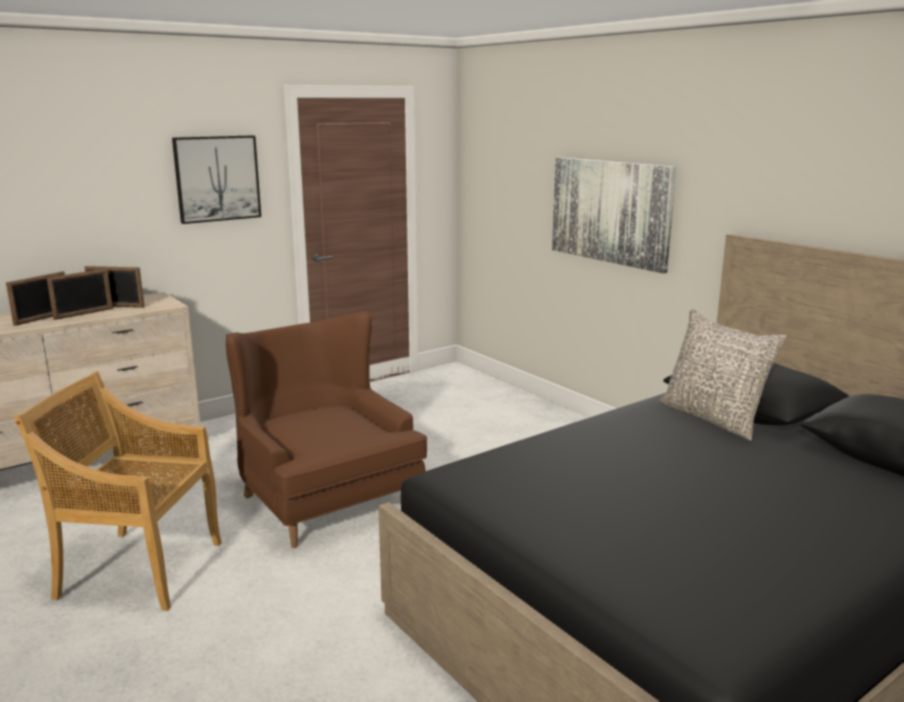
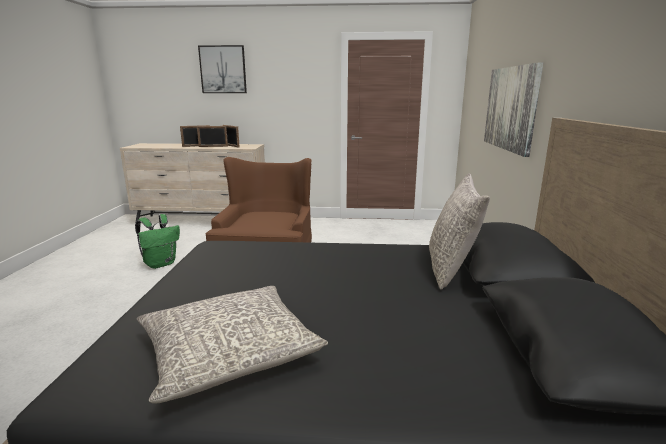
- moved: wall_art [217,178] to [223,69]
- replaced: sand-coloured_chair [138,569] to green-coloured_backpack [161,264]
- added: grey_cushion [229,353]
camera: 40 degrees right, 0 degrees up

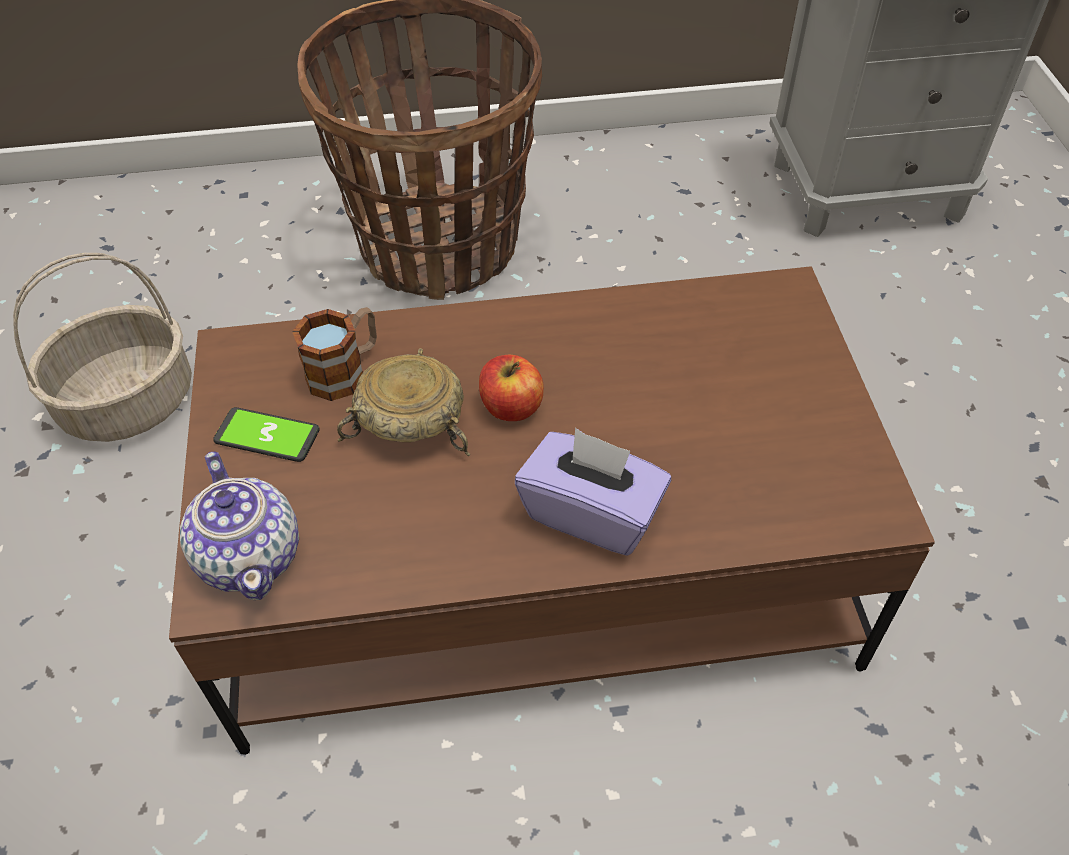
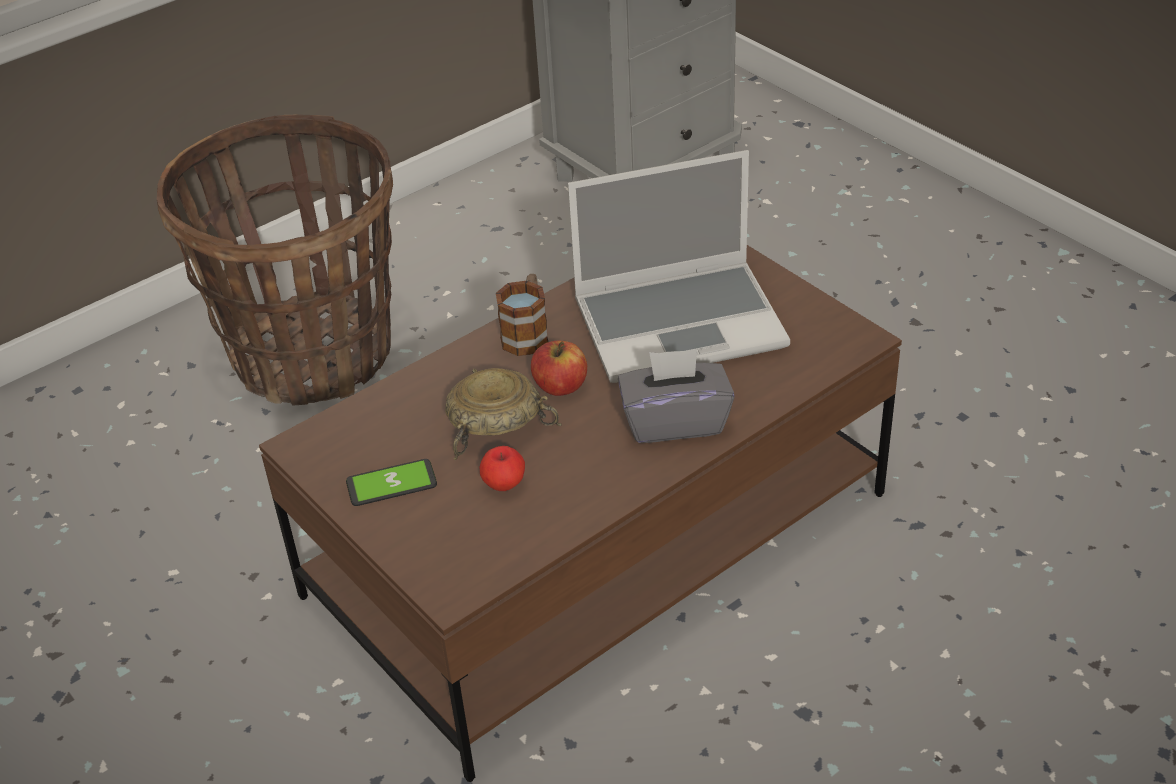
- removed: household_basket [129,401]
- moved: mug [345,370] to [527,333]
- recoloured: purplish_box_of_tissues [592,513] to grey_box_of_tissues [675,421]
- removed: tea_pot [251,555]
- added: portable_computer [681,322]
- added: apple [504,484]
camera: 30 degrees left, 10 degrees down

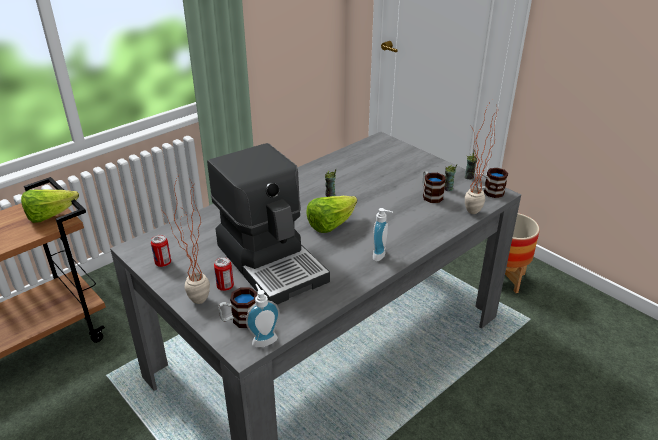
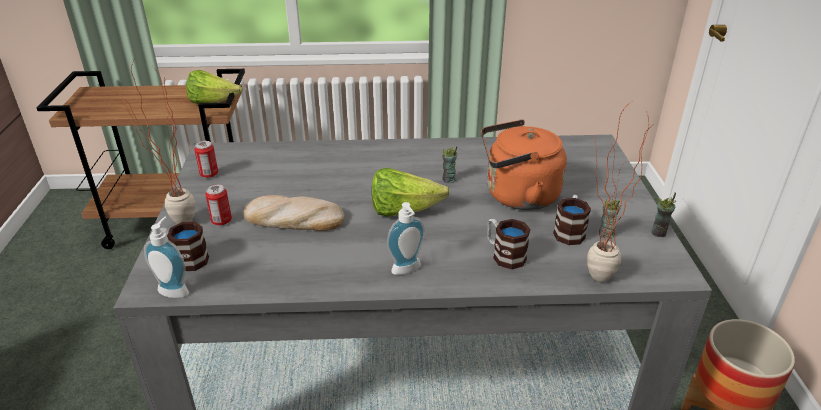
- replaced: coffee_maker [272,262] to baked_bread [293,219]
- moved: mug [489,192] to [504,255]
- added: orangey_kettle [517,196]
camera: 40 degrees right, 0 degrees up

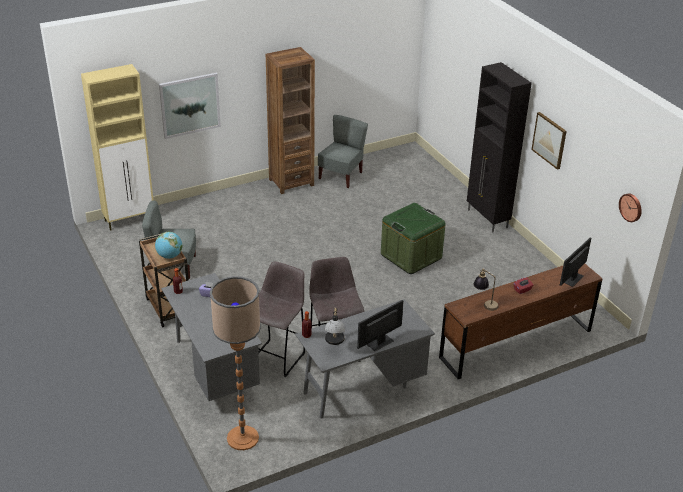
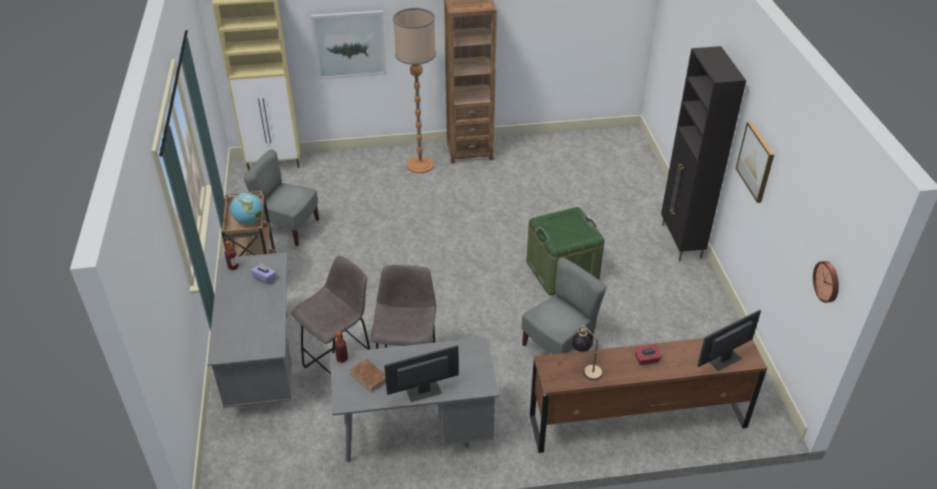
- moved: grey_chair [341,176] to [558,347]
- moved: floor_lamp [242,438] to [420,165]
- replaced: lamp_for_a_table [334,342] to brown-coloured_book [369,377]
camera: 20 degrees right, 5 degrees up

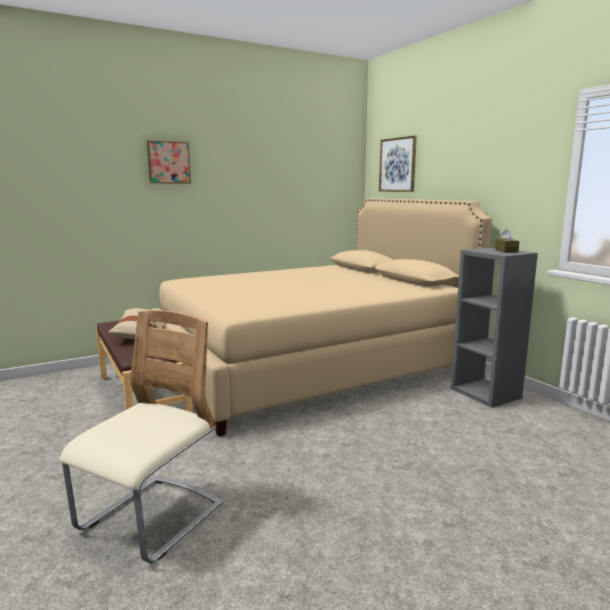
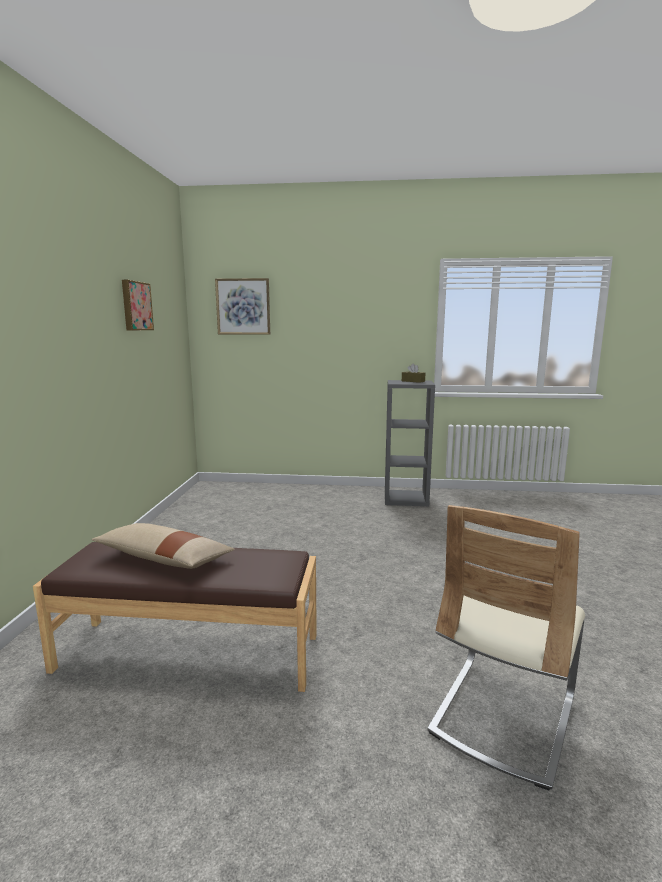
- moved: wall_art [168,162] to [136,306]
- removed: sand-coloured_bed [310,366]
- turned: sand-coloured_chair [151,519] = [502,715] 120 degrees counterclockwise
camera: 55 degrees left, 0 degrees up

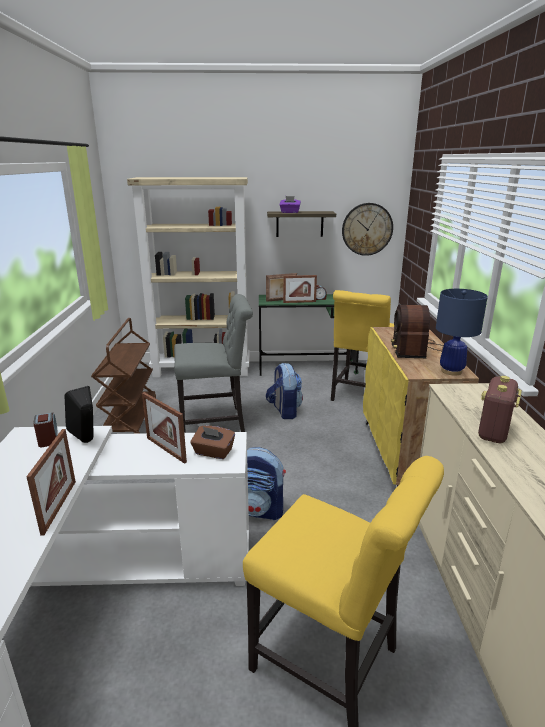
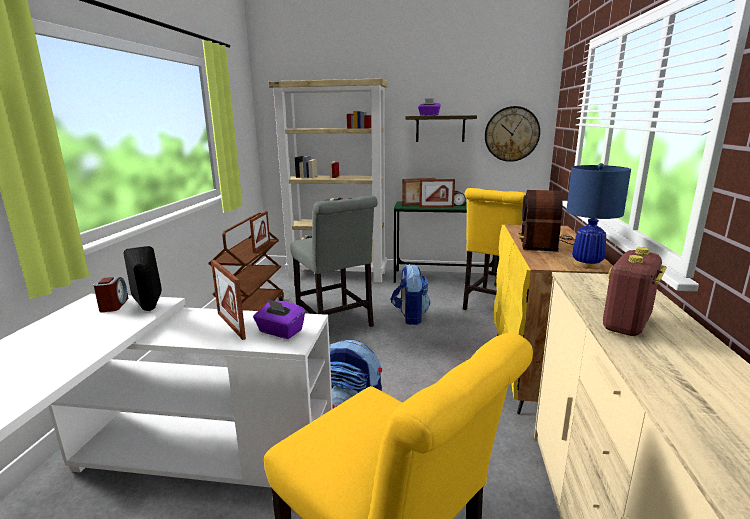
- turned: grey_chair [216,423] = [336,323] 60 degrees clockwise
- recoloured: brown-coloured_box_of_tissues [213,452] to purplish_box_of_tissues [280,331]
- moved: photo_frame [59,506] to [261,246]
camera: 10 degrees right, 5 degrees down

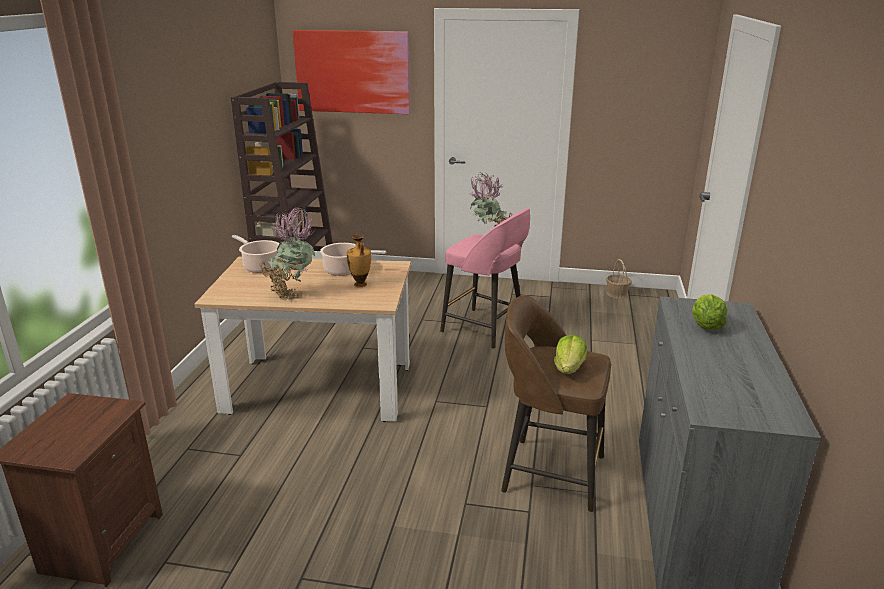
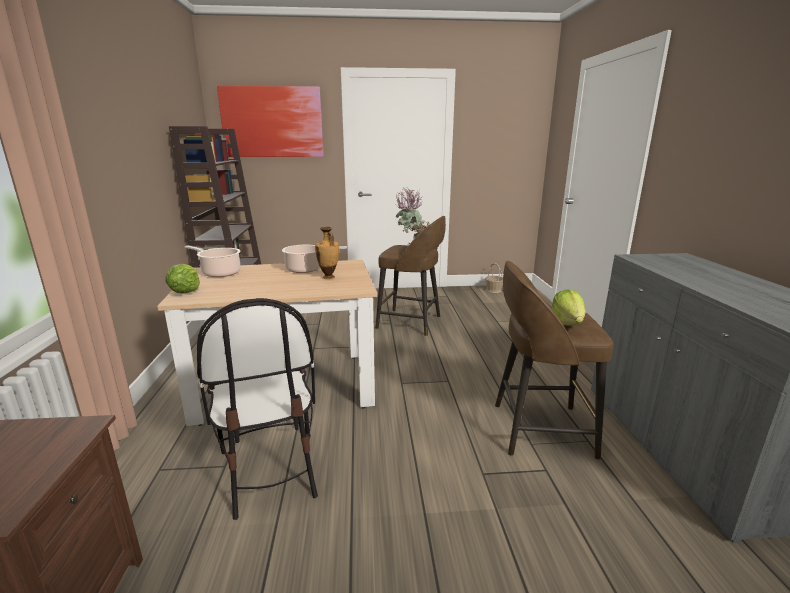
- removed: plant_in_a_pot [292,293]
- recoloured: pink_stool_seat [485,329] to brown-coloured_stool_seat [411,322]
- moved: lettuce_head [705,326] to [186,291]
- added: chair [270,470]
camera: 15 degrees left, 5 degrees down

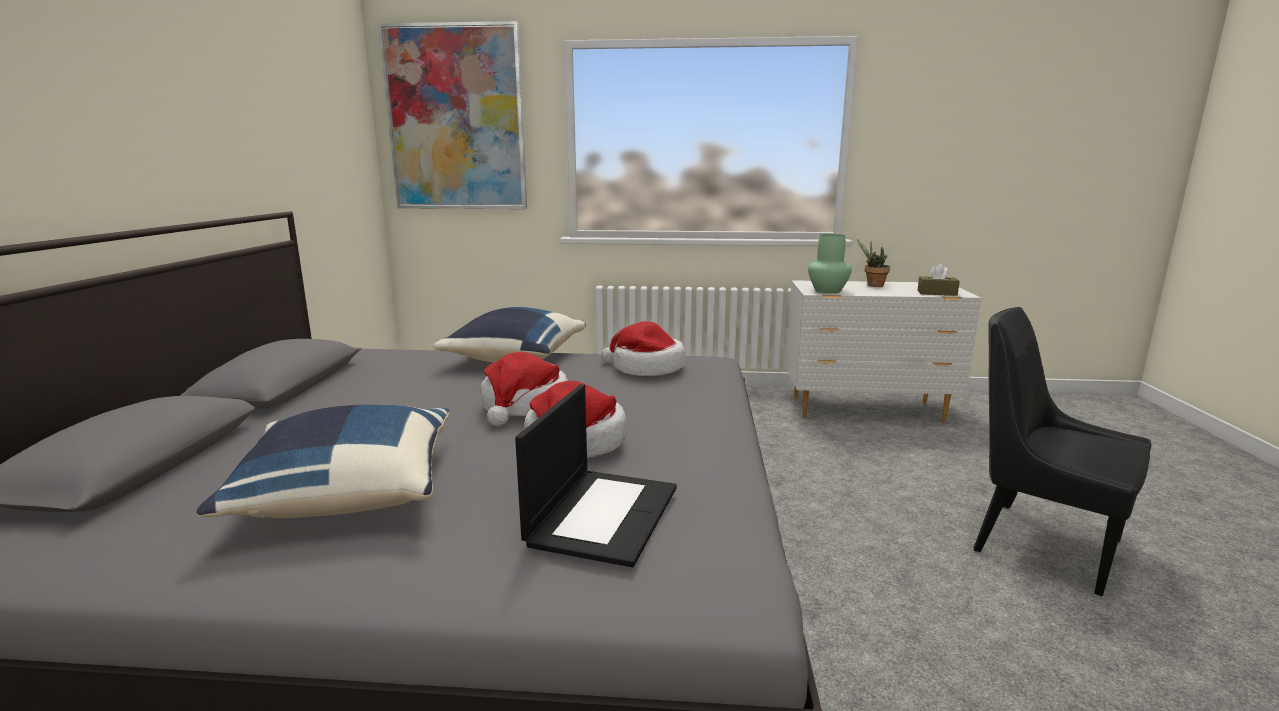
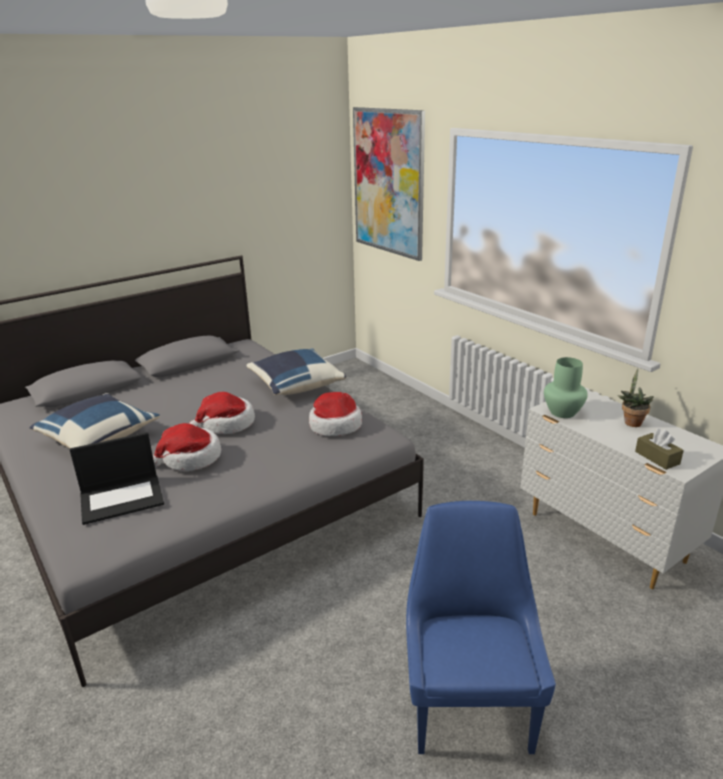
- recoloured: black_chair [1039,543] to blue_chair [469,703]
camera: 50 degrees right, 10 degrees up

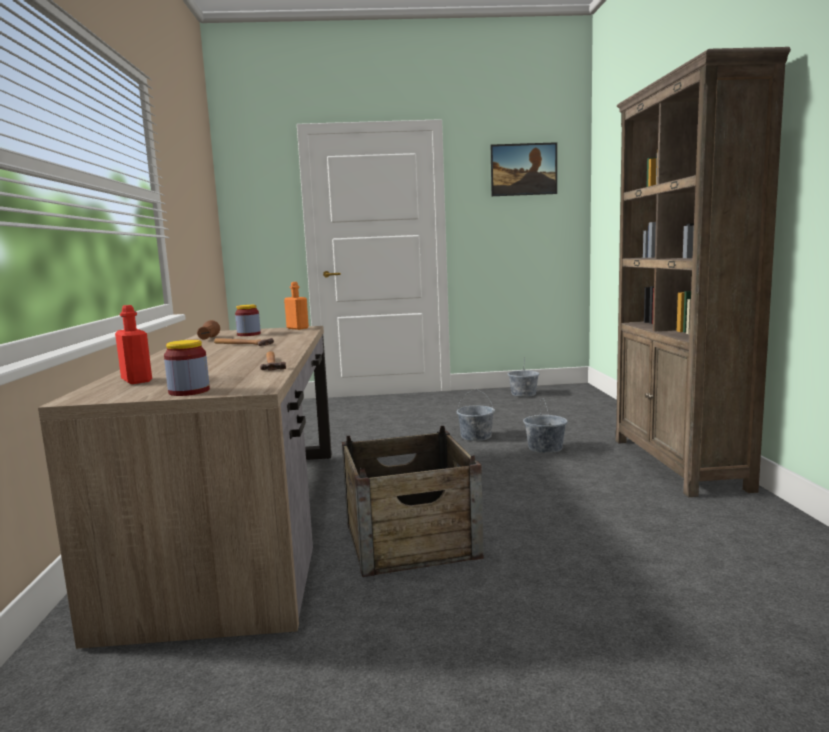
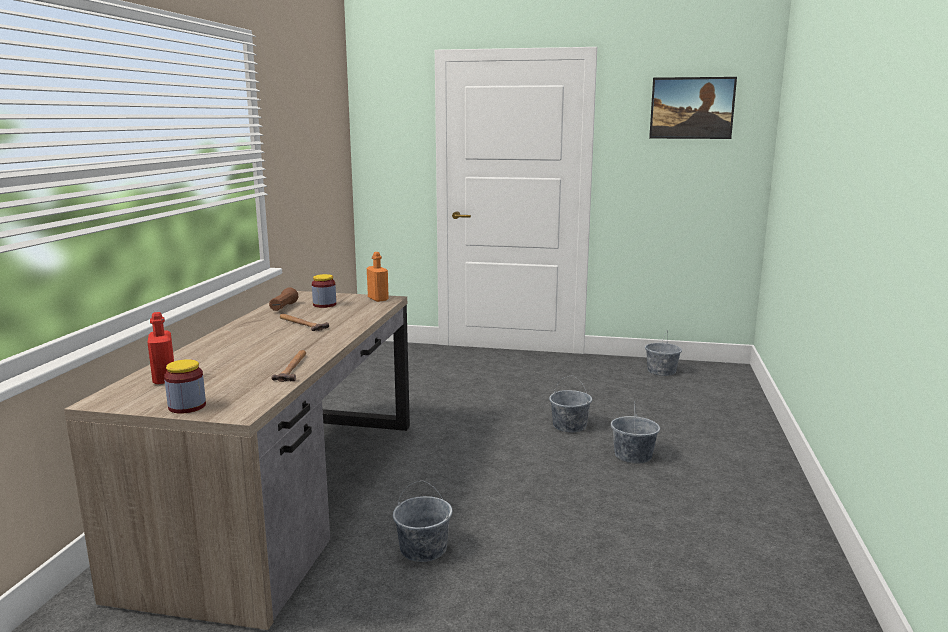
- removed: brown-coloured_bookcase [678,464]
- replaced: packing_crate [410,540] to grey_pail [423,548]
camera: 15 degrees right, 5 degrees up

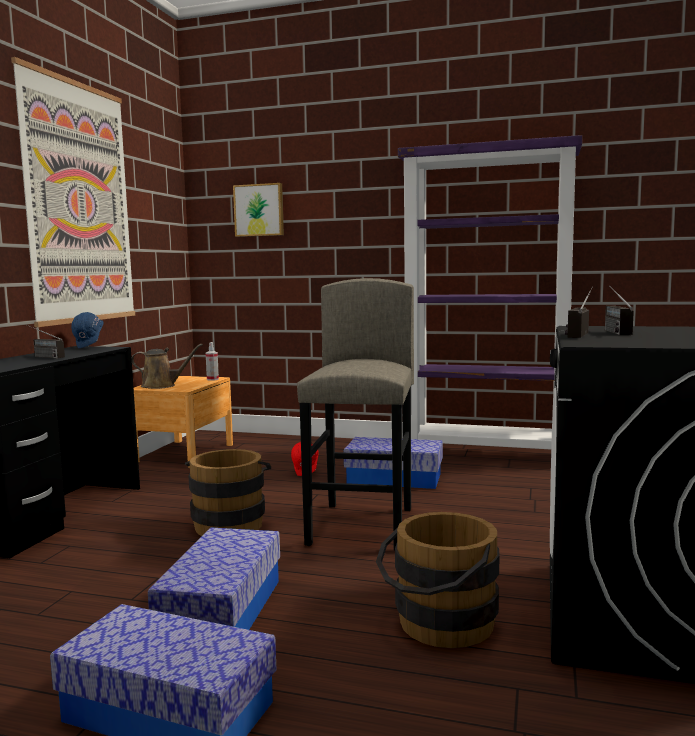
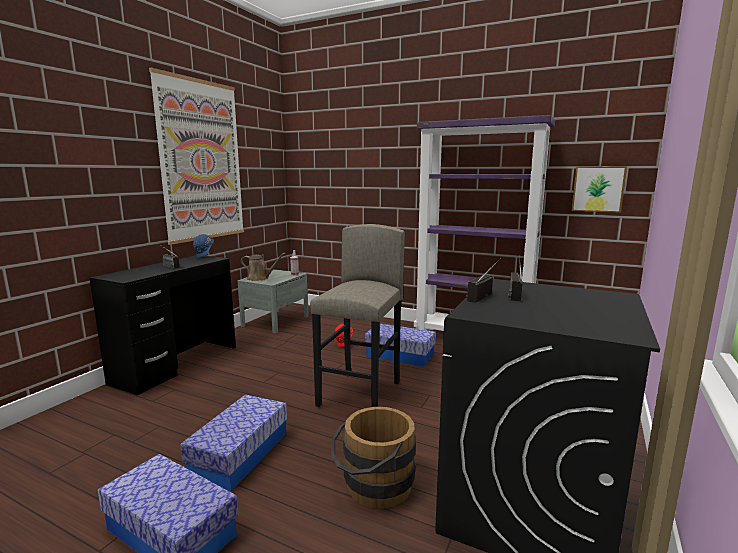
- moved: wall_art [259,210] to [598,189]
- recoloured: brown-coloured_night_table [184,453] to grey_night_table [275,321]
- removed: brown-coloured_pail [230,523]
camera: 10 degrees right, 5 degrees up

